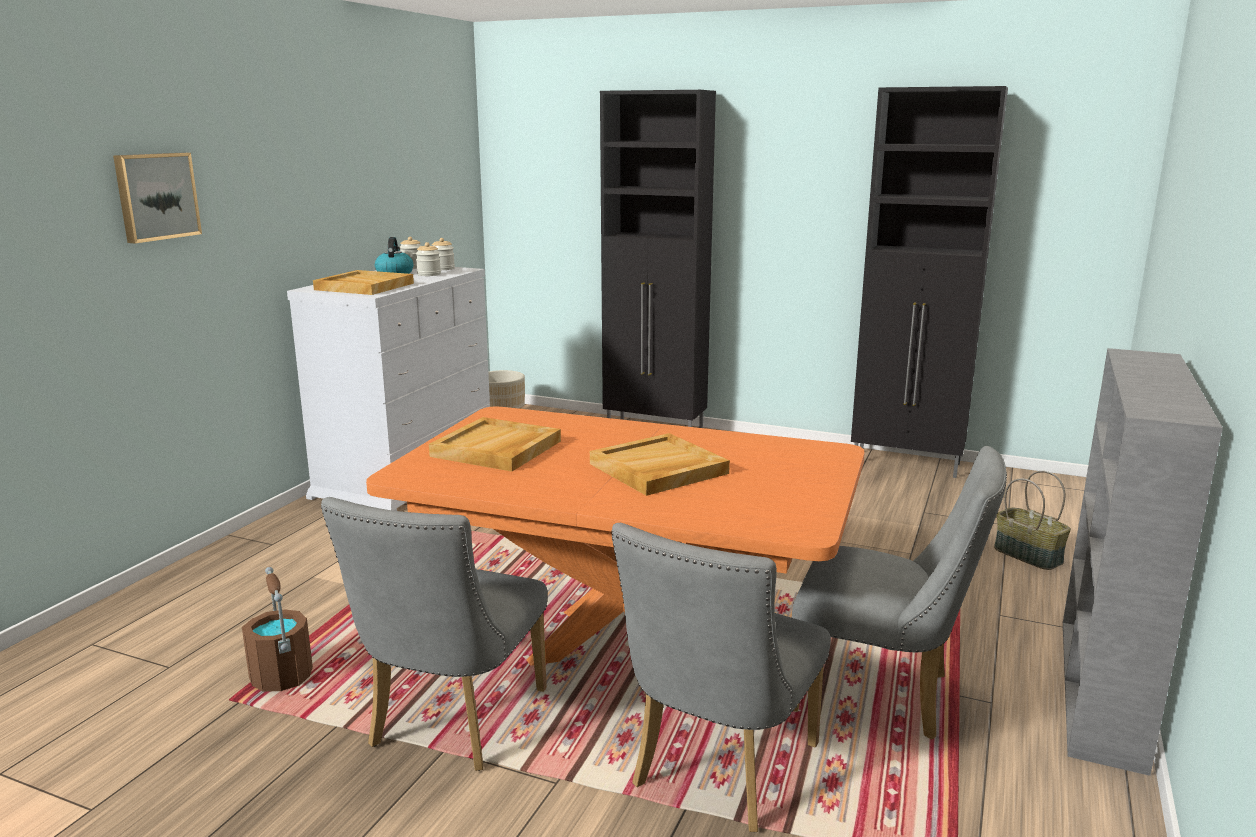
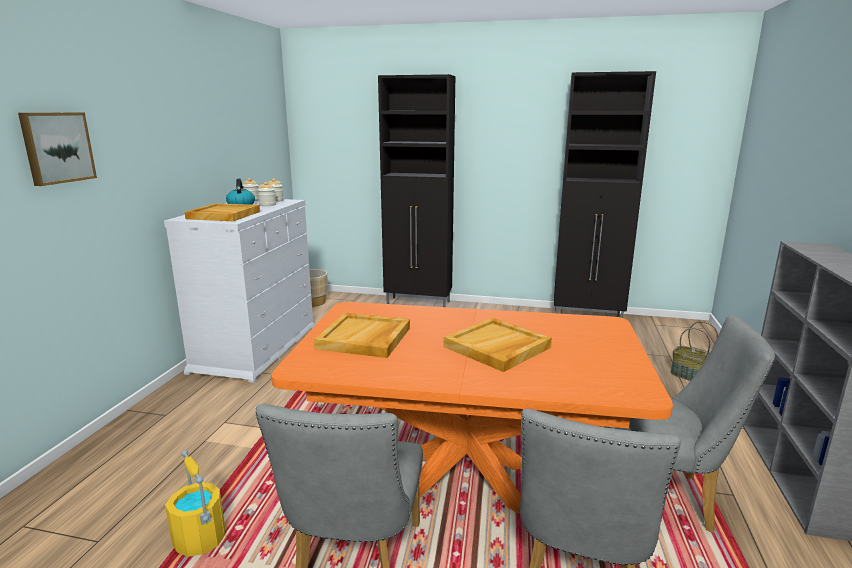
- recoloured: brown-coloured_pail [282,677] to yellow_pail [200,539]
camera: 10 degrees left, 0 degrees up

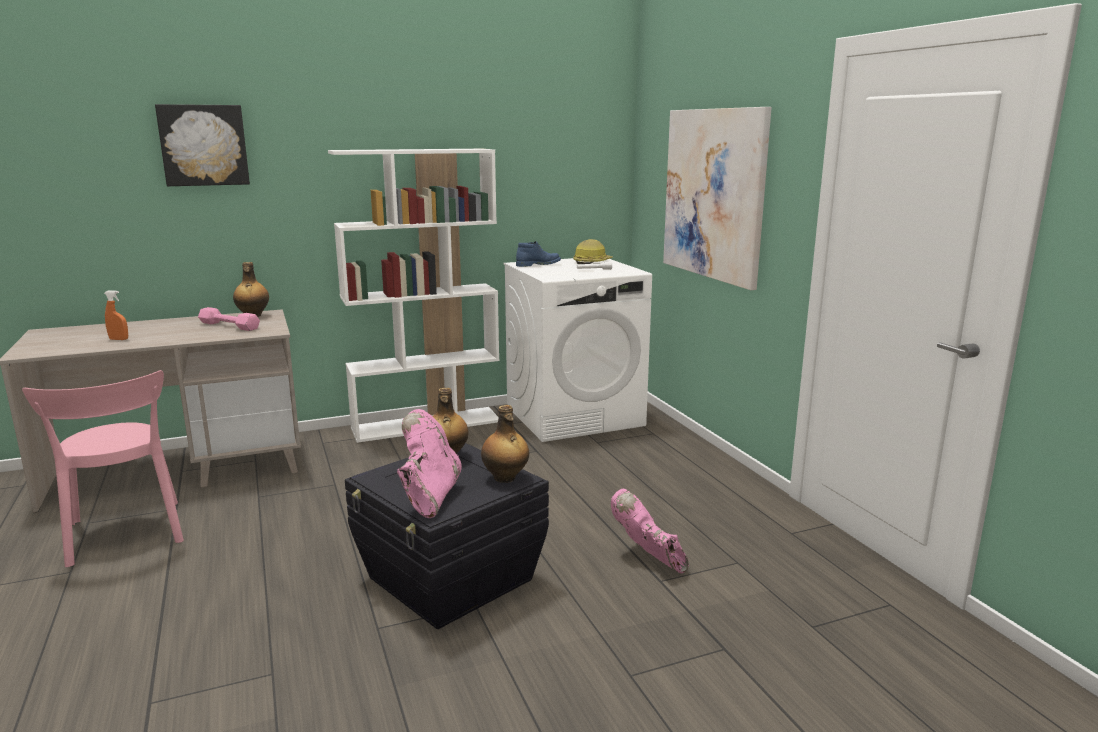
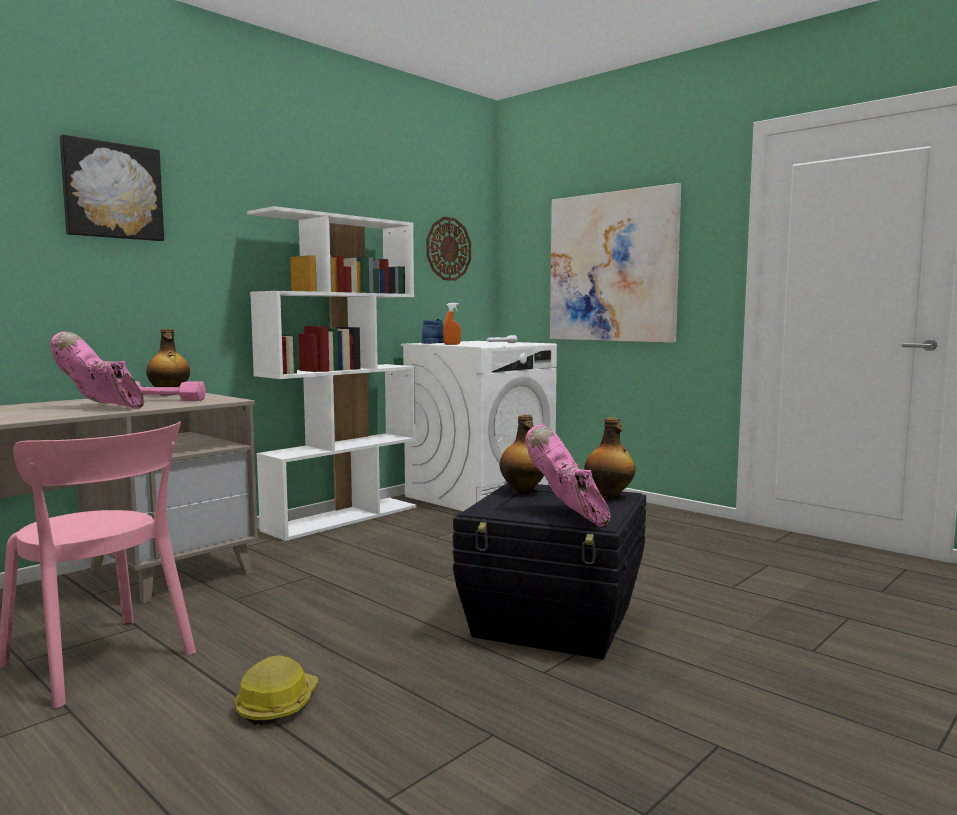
- moved: work_helmet [592,262] to [277,704]
- moved: orangey_spray_bottle [119,339] to [452,344]
- moved: pink_high-top_boot [649,559] to [102,407]
- added: clock_on_the_wall [448,249]
camera: 25 degrees left, 10 degrees down

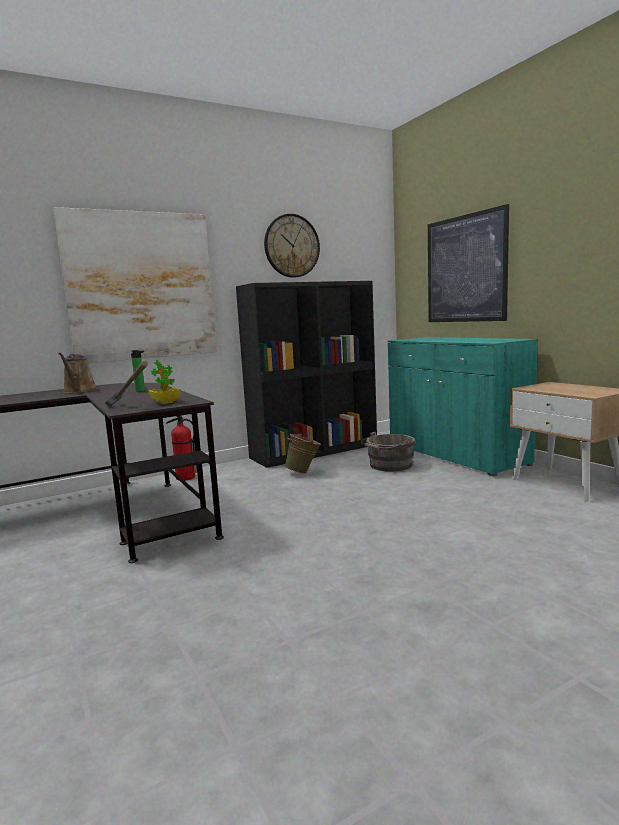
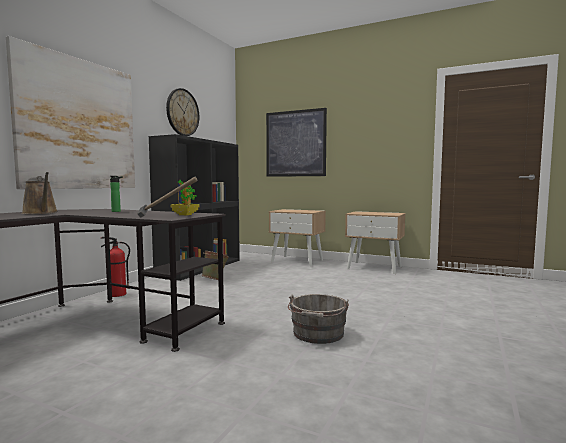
- replaced: blue-green_storage_cabinet [455,454] to sand-coloured_night_table [297,261]
- moved: grey_pail [389,466] to [317,334]
camera: 35 degrees left, 5 degrees down

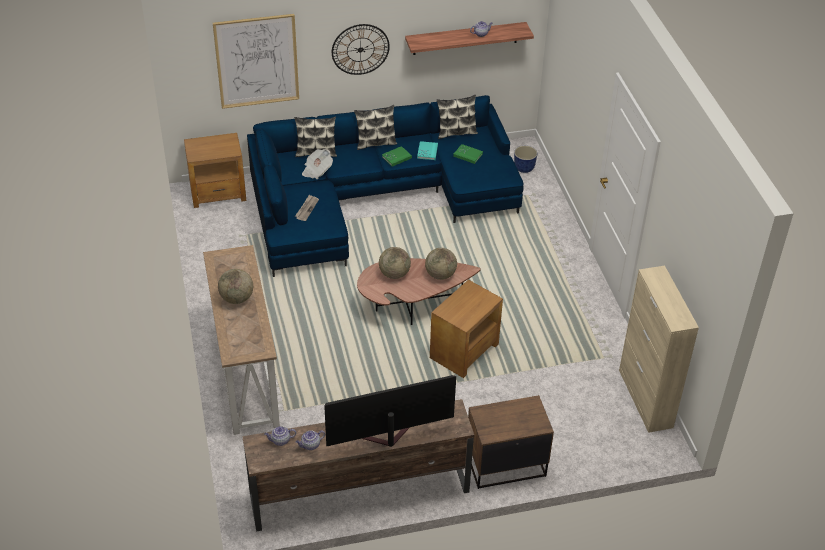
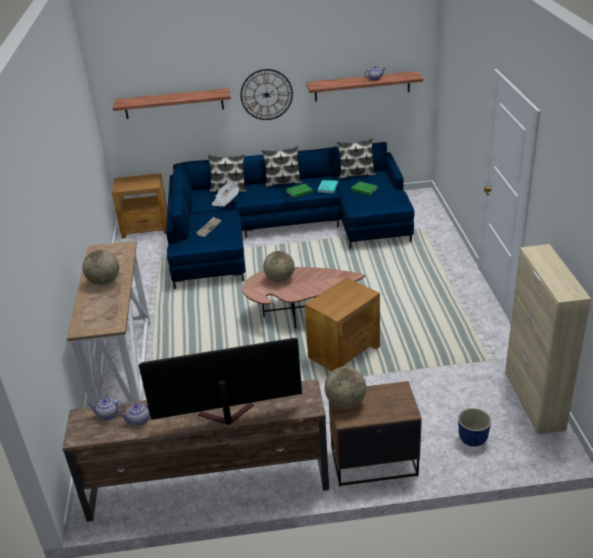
- replaced: wall_art [257,61] to shelf [174,103]
- moved: planter [524,169] to [472,440]
- moved: desk_globe [440,275] to [345,402]
camera: 10 degrees right, 10 degrees down

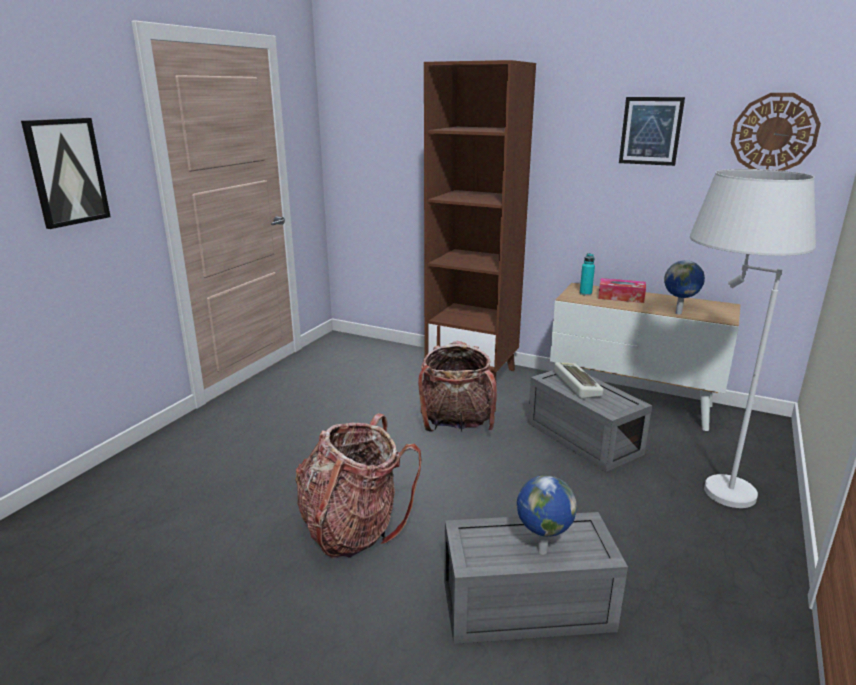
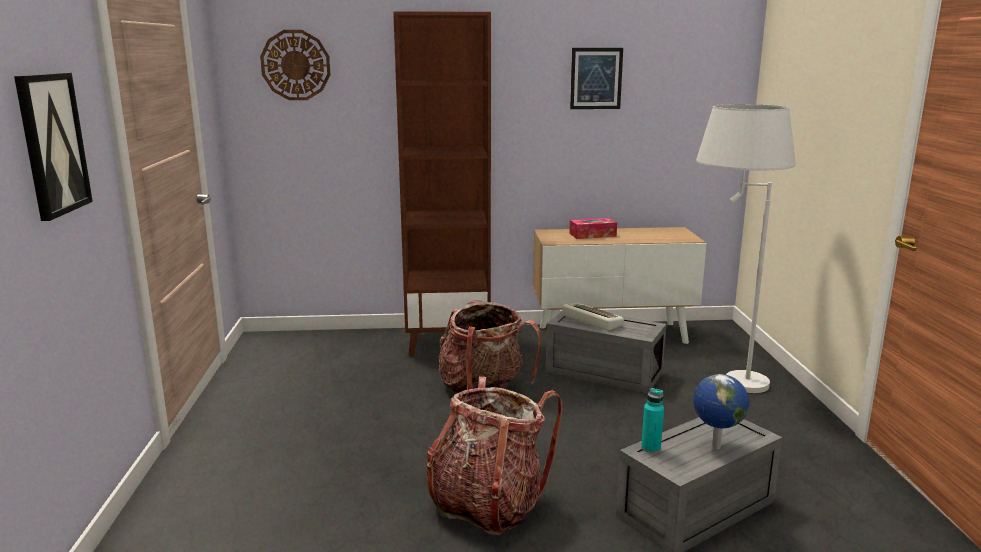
- moved: clock_on_the_wall [774,133] to [295,65]
- moved: blue-green_drink_bottle [585,293] to [651,448]
- removed: desk_globe [679,313]
camera: 30 degrees left, 5 degrees down

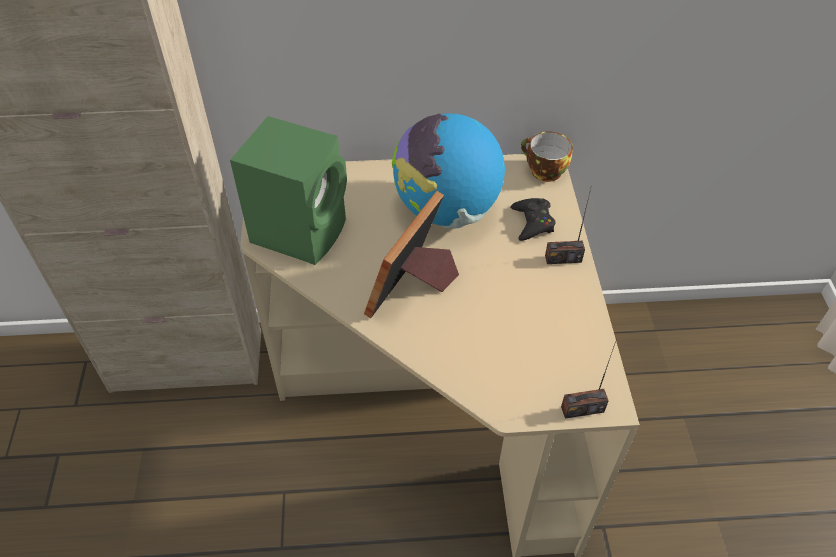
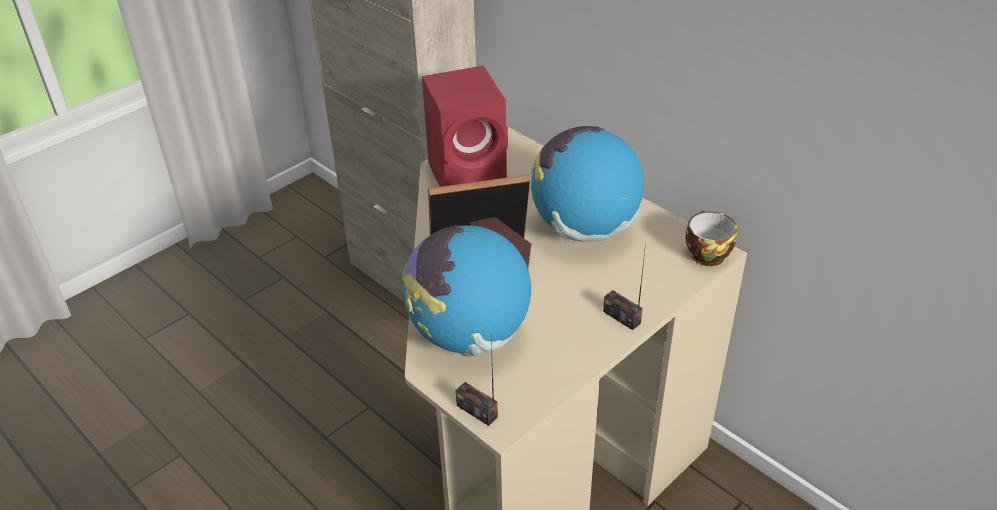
- recoloured: green-coloured_speaker [301,229] to reddish_speaker [470,177]
- removed: black_joypad [532,222]
- added: desk_globe [469,335]
camera: 50 degrees right, 10 degrees down

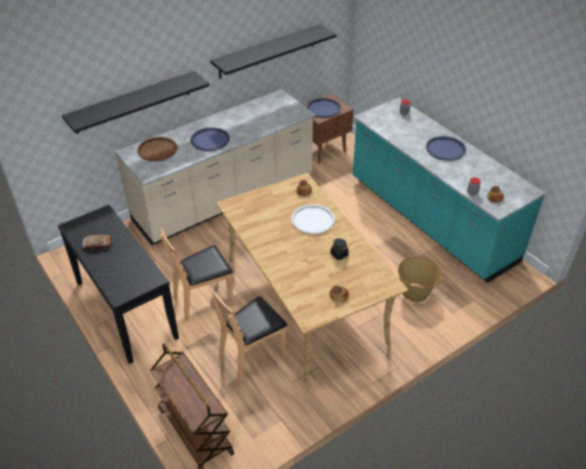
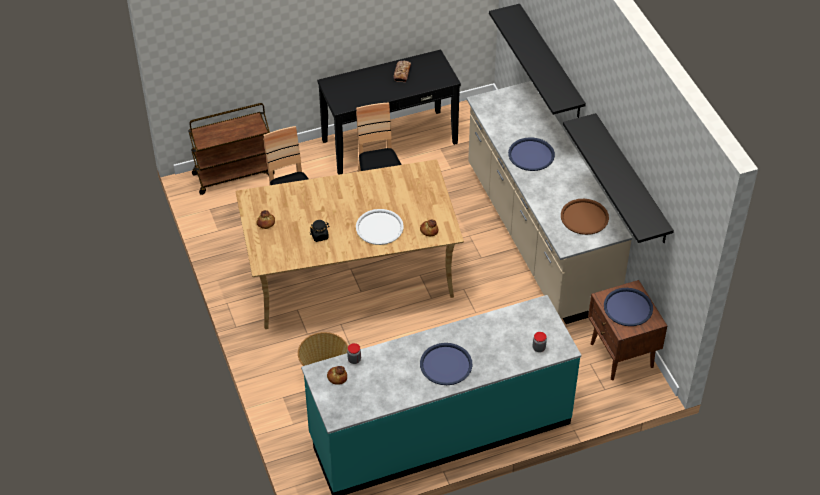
- moved: brown-coloured_serving_tray [157,150] to [584,217]
camera: 105 degrees right, 5 degrees up

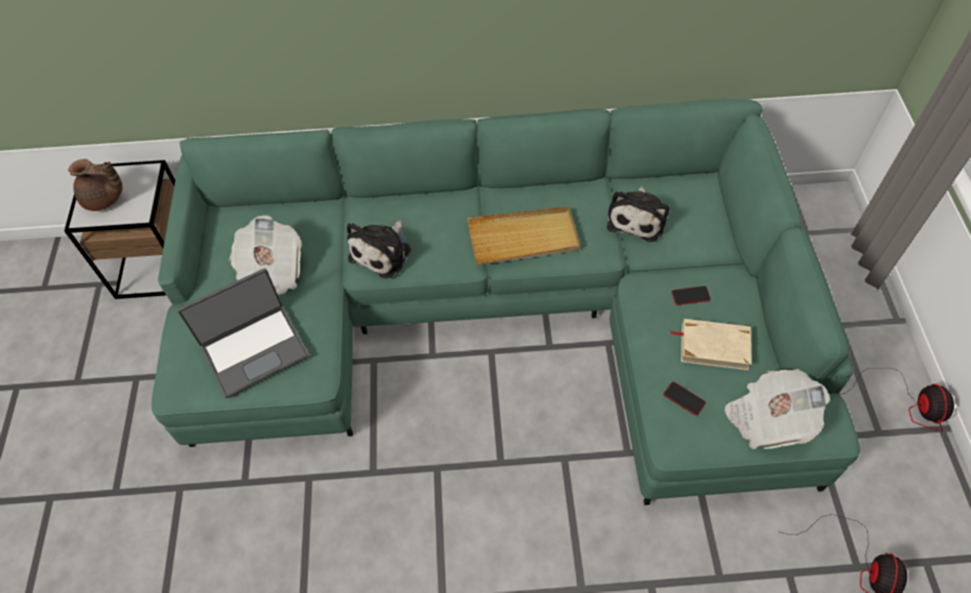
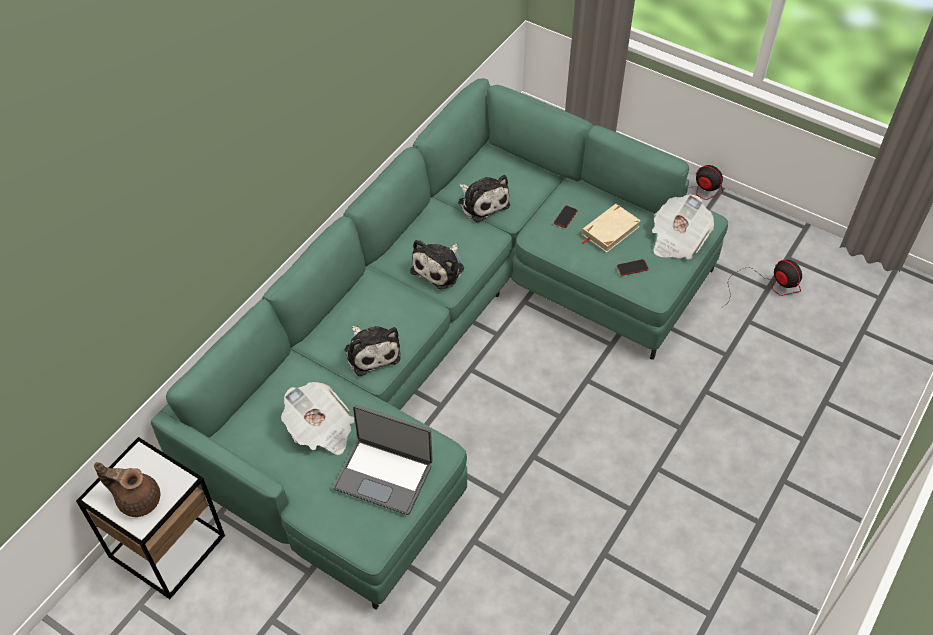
- turned: brown-coloured_tea_pot [104,199] = [137,499] 120 degrees counterclockwise
- replaced: sand-coloured_serving_tray [523,238] to cuddly_toy [440,268]
- turned: portable_computer [254,350] = [384,475] 105 degrees clockwise
camera: 55 degrees left, 5 degrees down

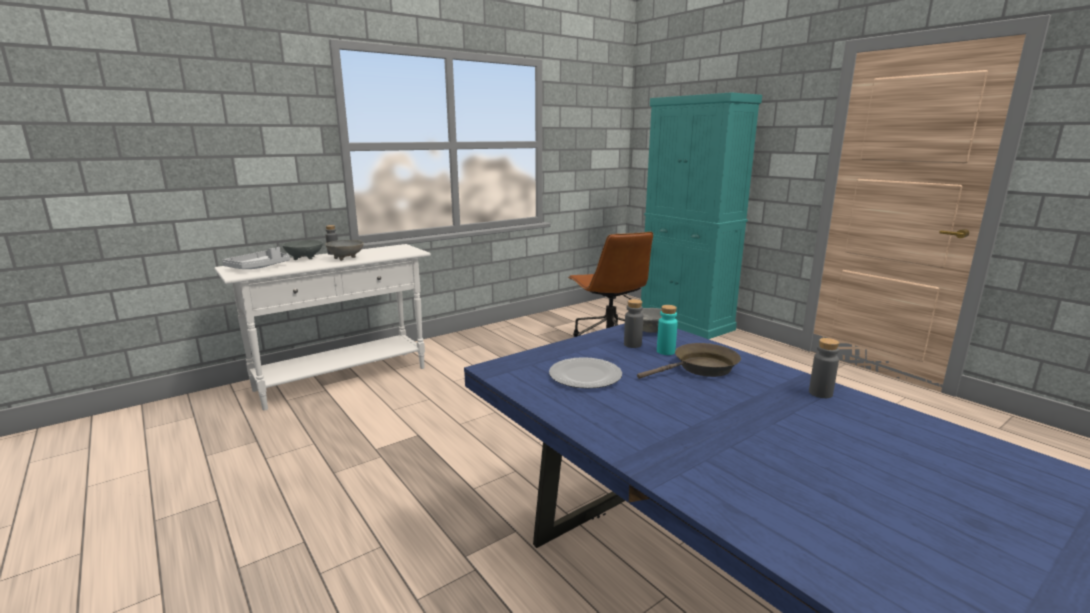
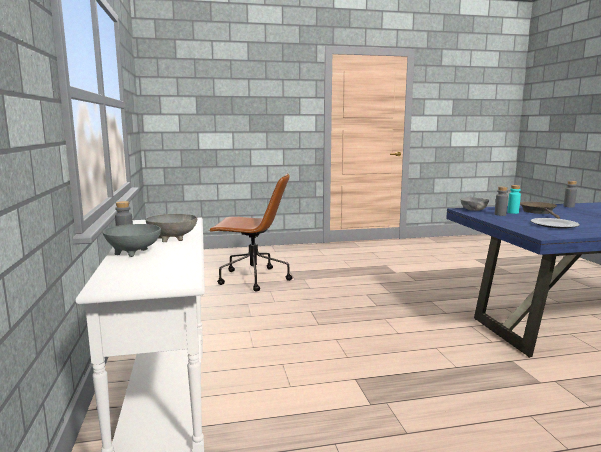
- removed: blue-green_storage_cabinet [685,322]
- removed: grey_serving_tray [258,267]
camera: 65 degrees left, 5 degrees down

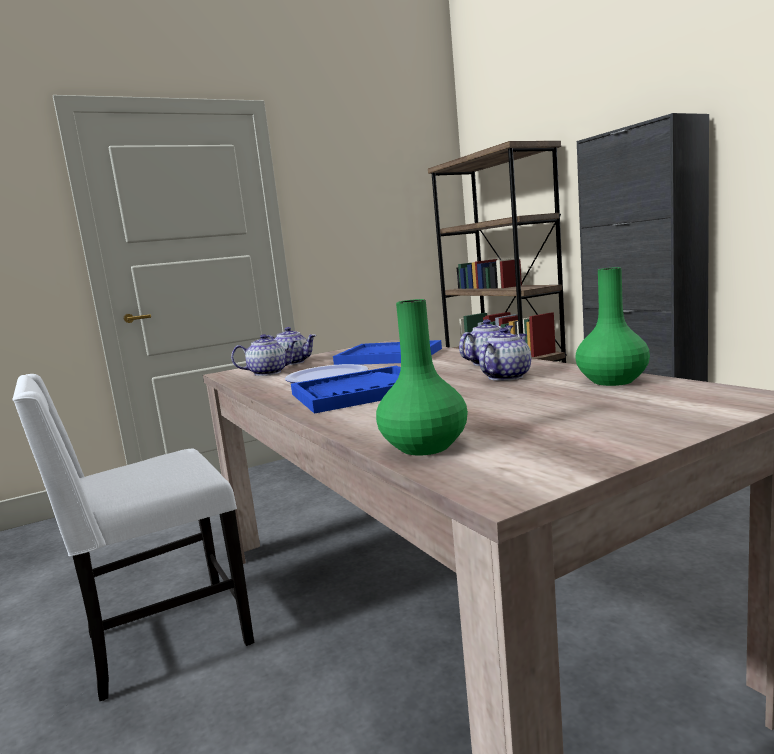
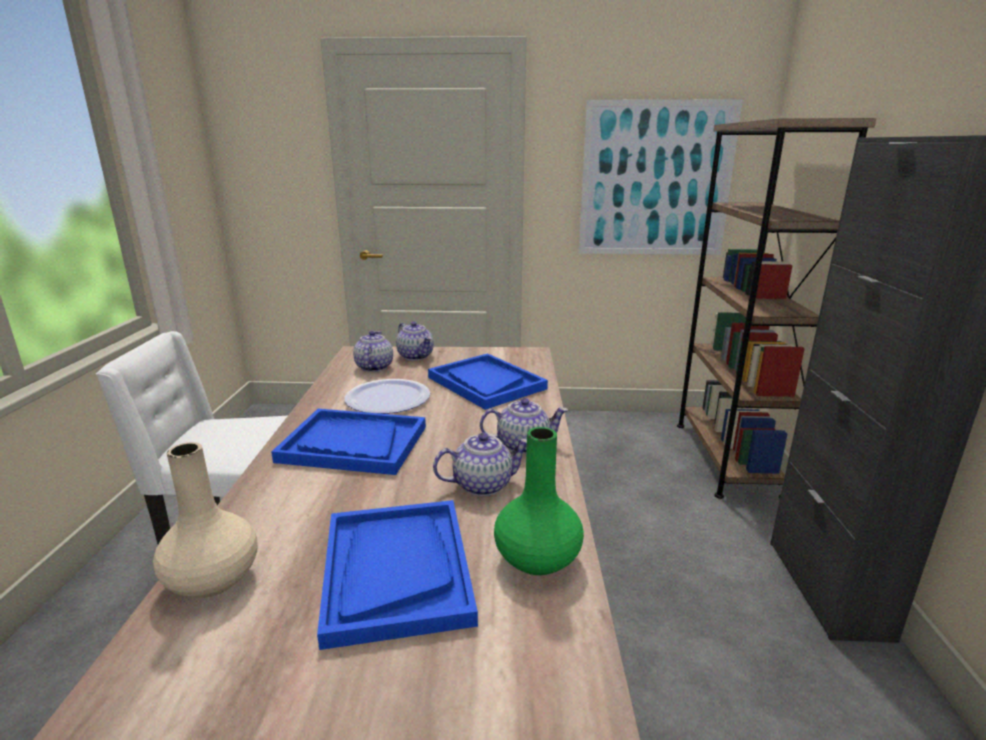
- recoloured: green-coloured_decorative_vase [424,446] to sand-coloured_decorative_vase [214,579]
- turned: tea_pot [268,373] = [373,367] 105 degrees counterclockwise
- added: wall_art [656,180]
- added: blue_serving_tray [396,570]
camera: 30 degrees right, 10 degrees up

